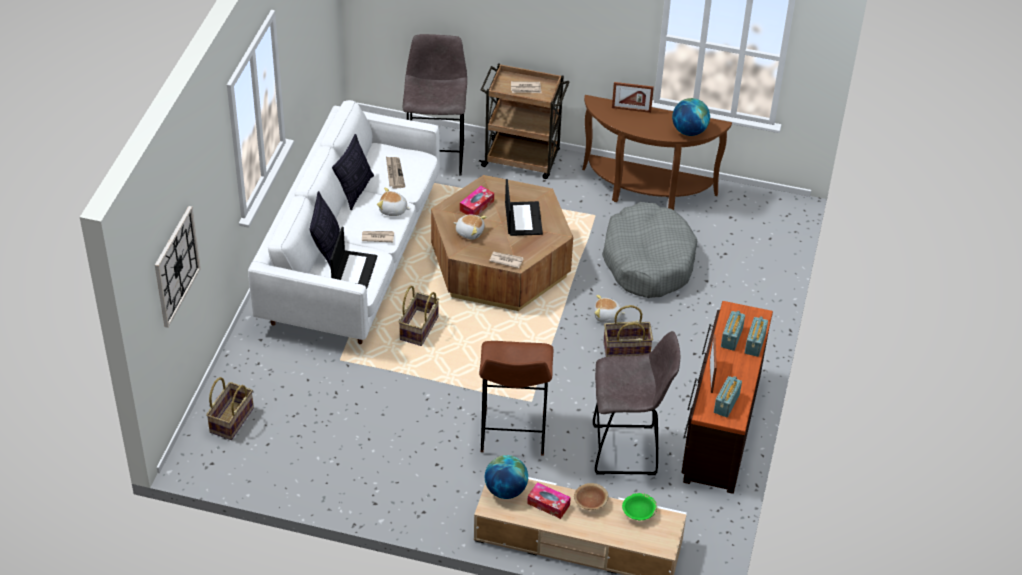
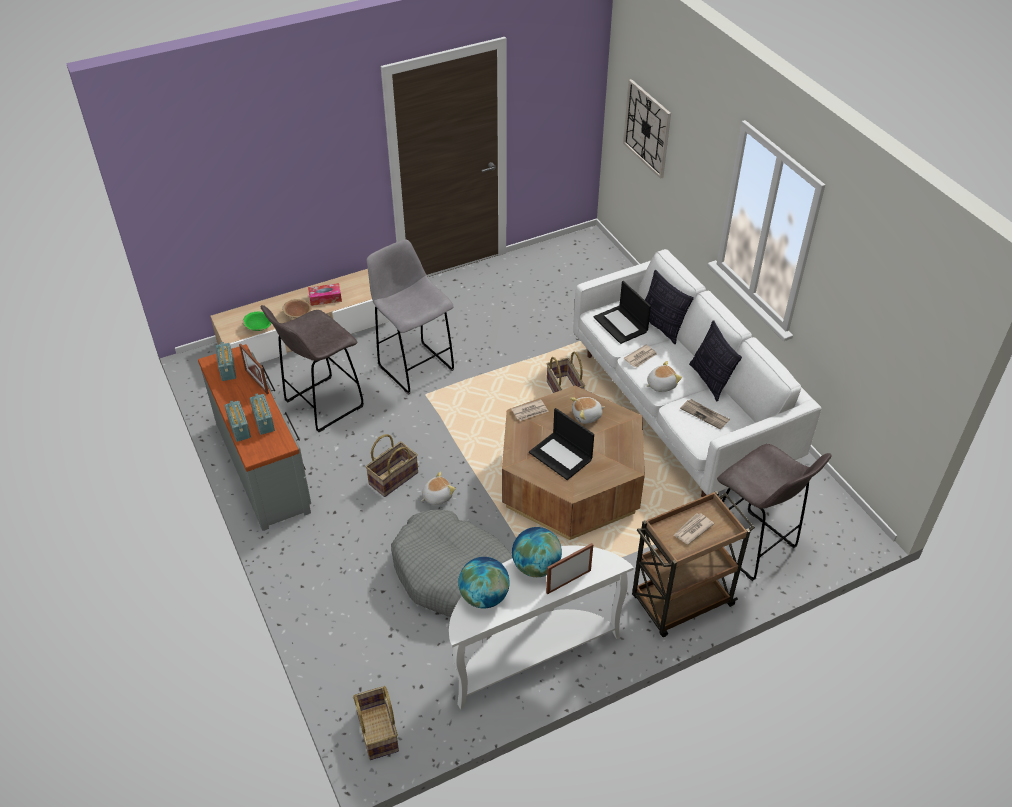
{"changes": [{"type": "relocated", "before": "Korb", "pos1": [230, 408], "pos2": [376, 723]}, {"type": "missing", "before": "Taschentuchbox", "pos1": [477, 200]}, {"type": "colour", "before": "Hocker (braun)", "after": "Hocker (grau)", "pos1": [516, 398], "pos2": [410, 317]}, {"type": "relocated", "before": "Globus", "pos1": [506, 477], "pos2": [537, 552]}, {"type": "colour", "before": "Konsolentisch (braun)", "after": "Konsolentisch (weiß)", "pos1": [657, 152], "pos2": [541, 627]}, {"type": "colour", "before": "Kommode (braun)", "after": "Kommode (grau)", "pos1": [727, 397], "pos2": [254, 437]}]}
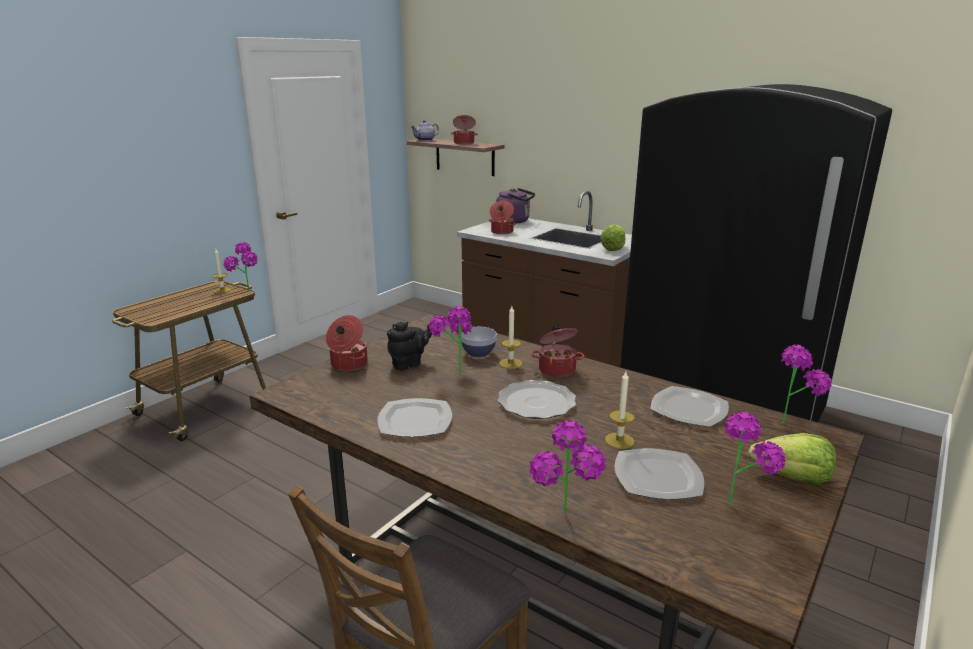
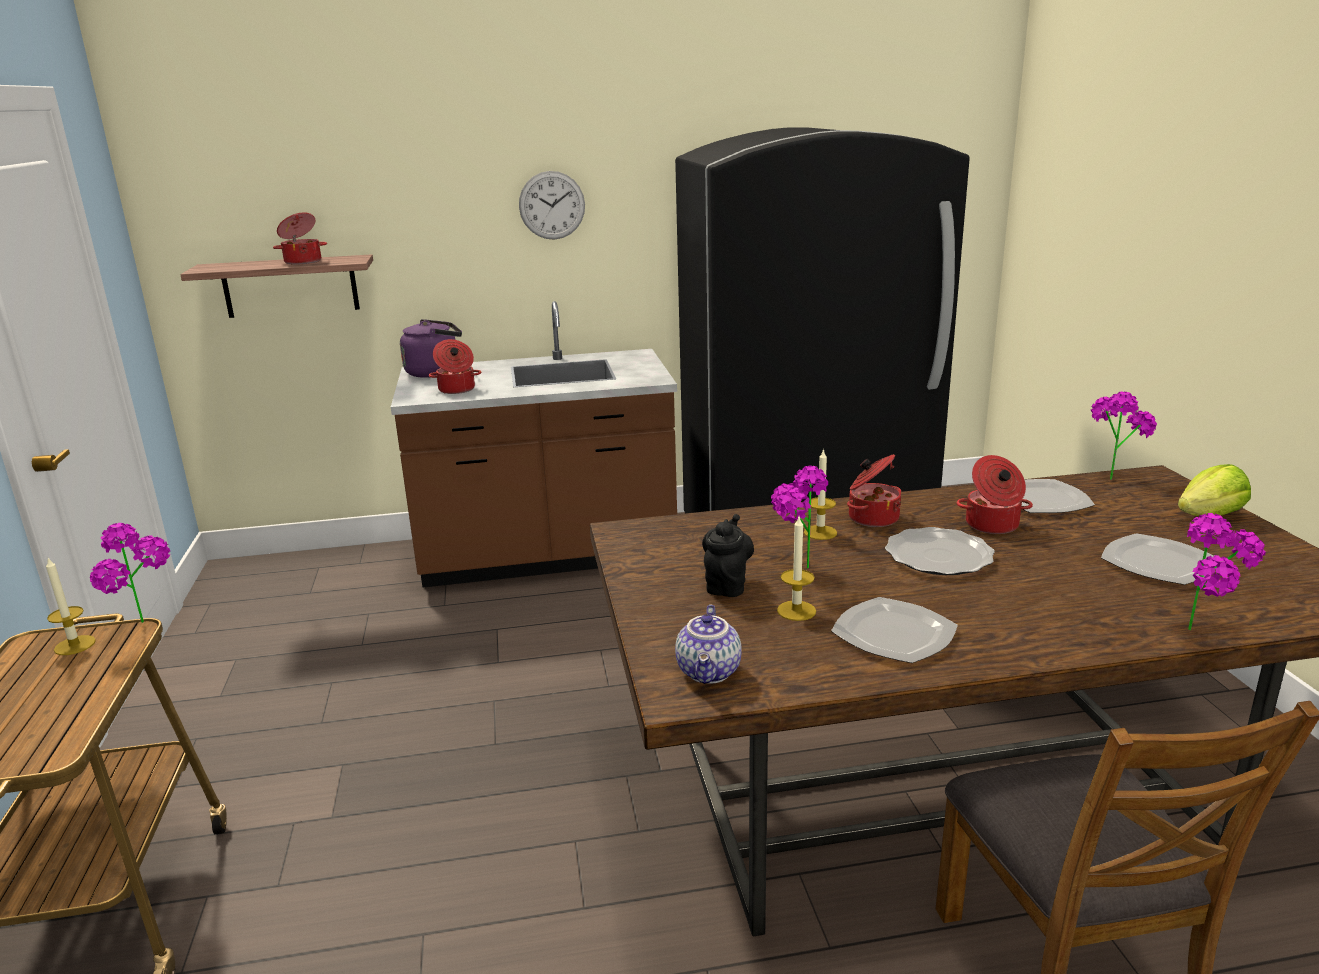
{"changes": [{"type": "relocated", "before": "Kochtopf", "pos1": [347, 343], "pos2": [994, 494]}, {"type": "relocated", "before": "Teekanne", "pos1": [424, 130], "pos2": [708, 644]}, {"type": "missing", "before": "Schüssel", "pos1": [479, 342]}, {"type": "missing", "before": "Salatkopf", "pos1": [613, 238]}, {"type": "relocated", "before": "Kerze", "pos1": [620, 410], "pos2": [796, 569]}, {"type": "missing", "before": "Topfpflanze", "pos1": [755, 458]}, {"type": "appeared", "after": "Wanduhr", "pos2": [552, 205]}]}
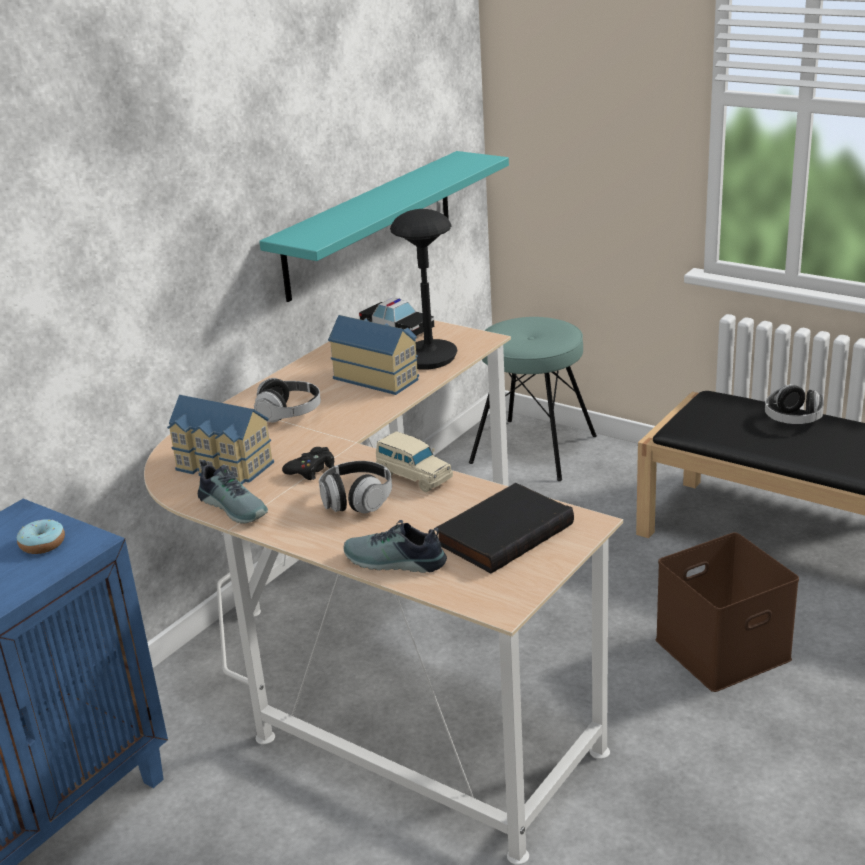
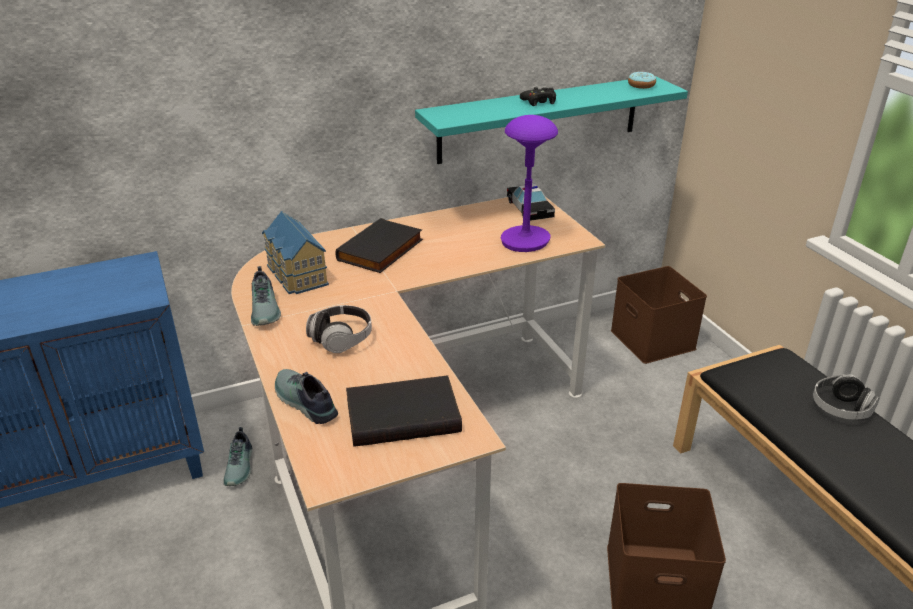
{"changes": [{"type": "relocated", "before": "Donut", "pos1": [41, 536], "pos2": [642, 80]}, {"type": "exchanged", "before": "Kopfhörer", "after": "Buch (schwarz)", "pos1": [287, 400], "pos2": [379, 245]}, {"type": "relocated", "before": "Gamepad (schwarz)", "pos1": [308, 463], "pos2": [538, 96]}, {"type": "missing", "before": "Spielzeughaus", "pos1": [373, 355]}, {"type": "missing", "before": "Spielzeugauto (beige)", "pos1": [414, 461]}, {"type": "colour", "before": "Tischlampe (schwarz)", "after": "Tischlampe (lila)", "pos1": [424, 289], "pos2": [529, 183]}, {"type": "exchanged", "before": "Hocker (türkis)", "after": "Aufbewahrungsbox (braun)", "pos1": [533, 399], "pos2": [659, 315]}, {"type": "appeared", "after": "Schuh", "pos2": [237, 456]}]}
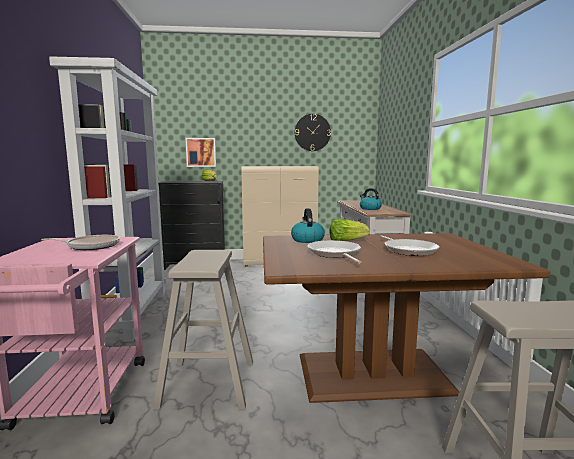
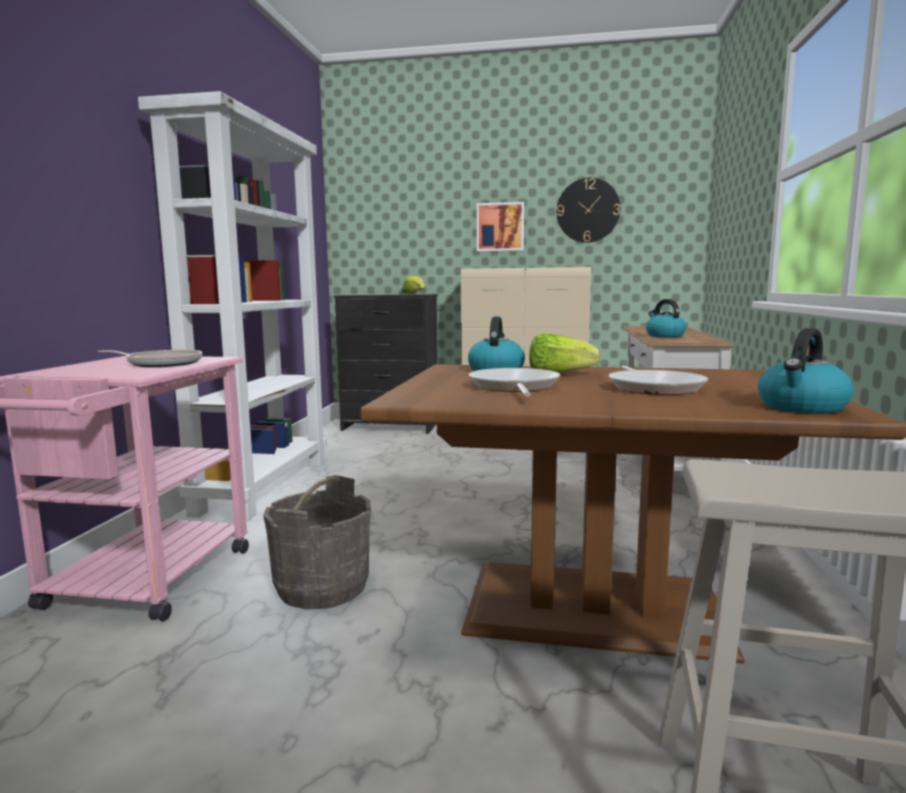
{"changes": [{"type": "exchanged", "before": "Hocker (beige)", "after": "Eimer (grau)", "pos1": [203, 330], "pos2": [317, 542]}, {"type": "relocated", "before": "Bild", "pos1": [201, 152], "pos2": [500, 226]}, {"type": "appeared", "after": "Wasserkessel", "pos2": [806, 371]}]}
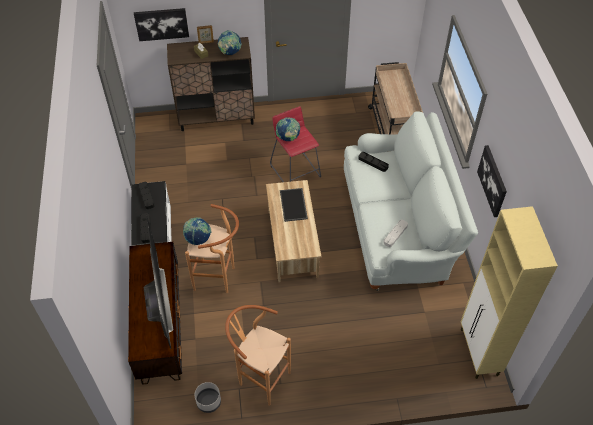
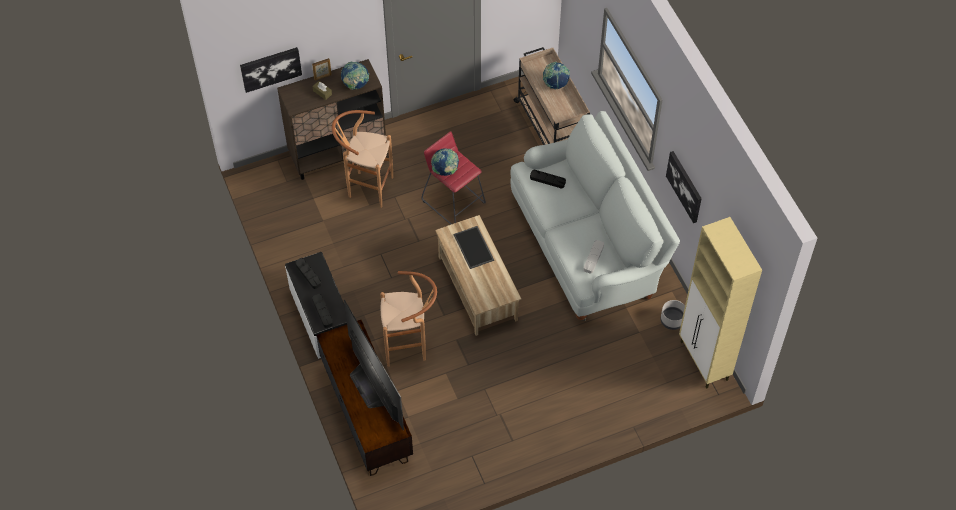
{"changes": [{"type": "relocated", "before": "Globus", "pos1": [197, 231], "pos2": [556, 76]}, {"type": "relocated", "before": "Pflanzkübel (grau)", "pos1": [207, 397], "pos2": [673, 315]}, {"type": "relocated", "before": "Hocker (braun)", "pos1": [258, 355], "pos2": [362, 159]}]}
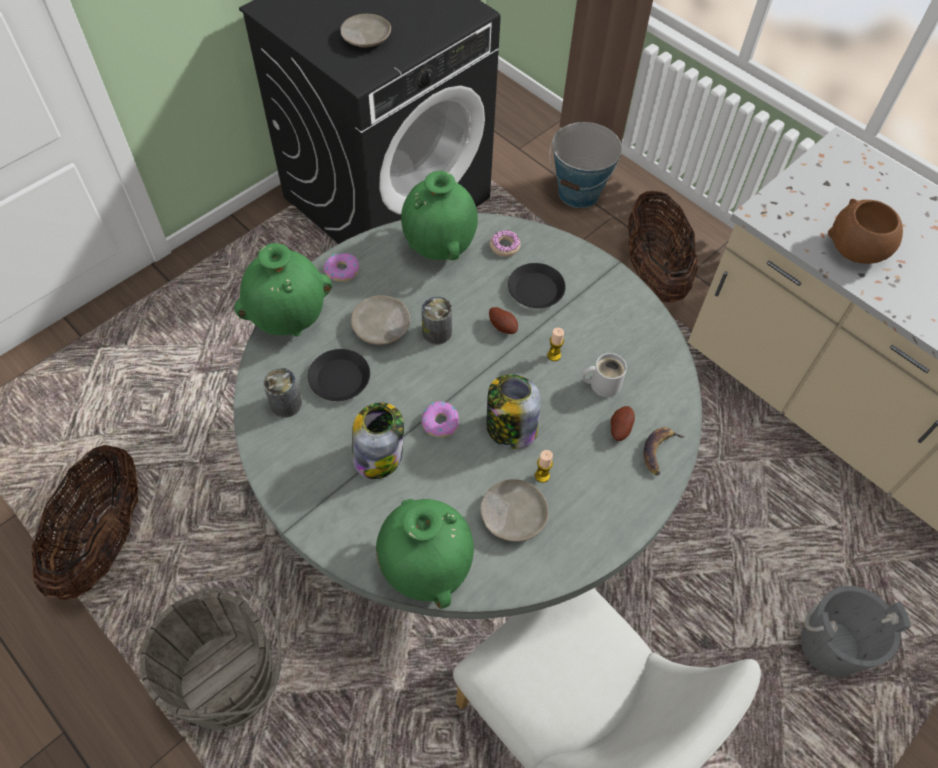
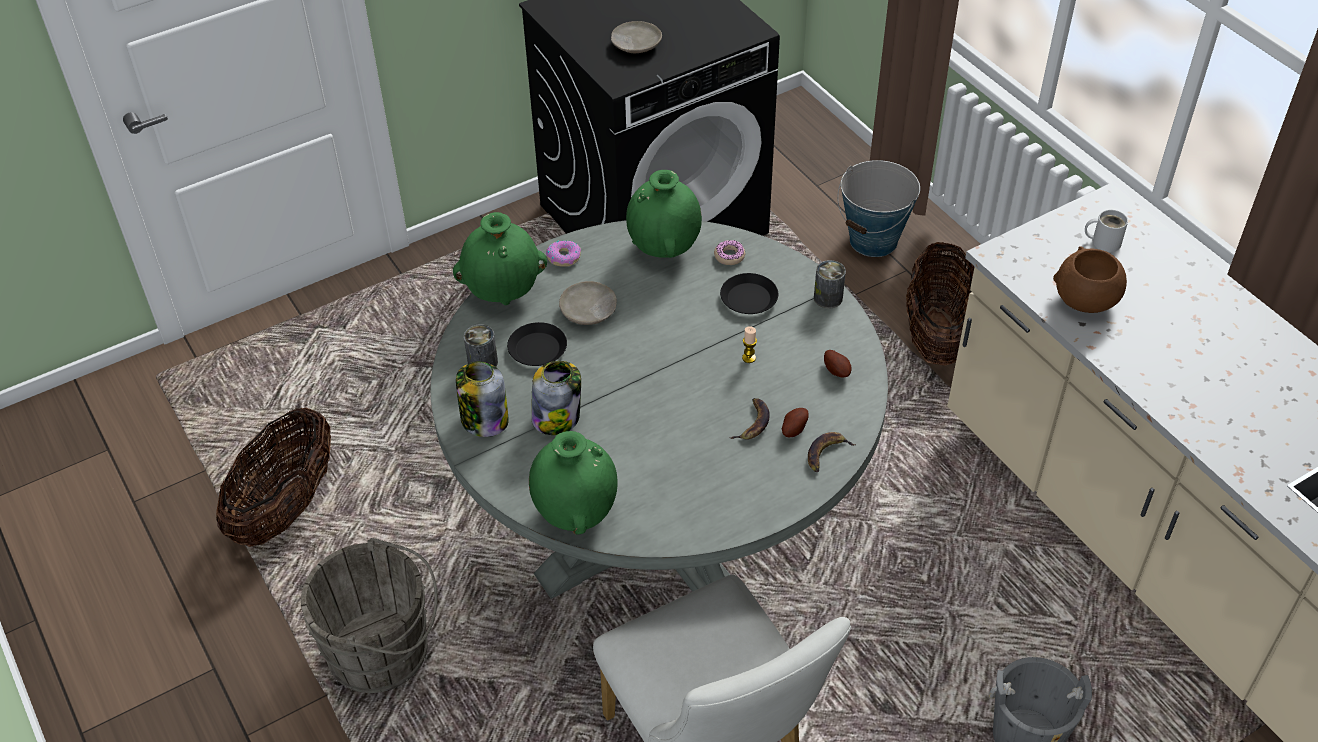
{"changes": [{"type": "relocated", "before": "Dose", "pos1": [436, 320], "pos2": [830, 284]}, {"type": "missing", "before": "Donut", "pos1": [440, 419]}, {"type": "missing", "before": "Teller (beige)", "pos1": [514, 510]}, {"type": "relocated", "before": "Vorratsglas", "pos1": [514, 412], "pos2": [482, 399]}, {"type": "relocated", "before": "Kartoffel", "pos1": [503, 320], "pos2": [838, 364]}, {"type": "missing", "before": "Kerze", "pos1": [544, 466]}, {"type": "relocated", "before": "Henkelbecher (weiß)", "pos1": [604, 375], "pos2": [1106, 231]}, {"type": "appeared", "after": "Banane", "pos2": [750, 419]}]}
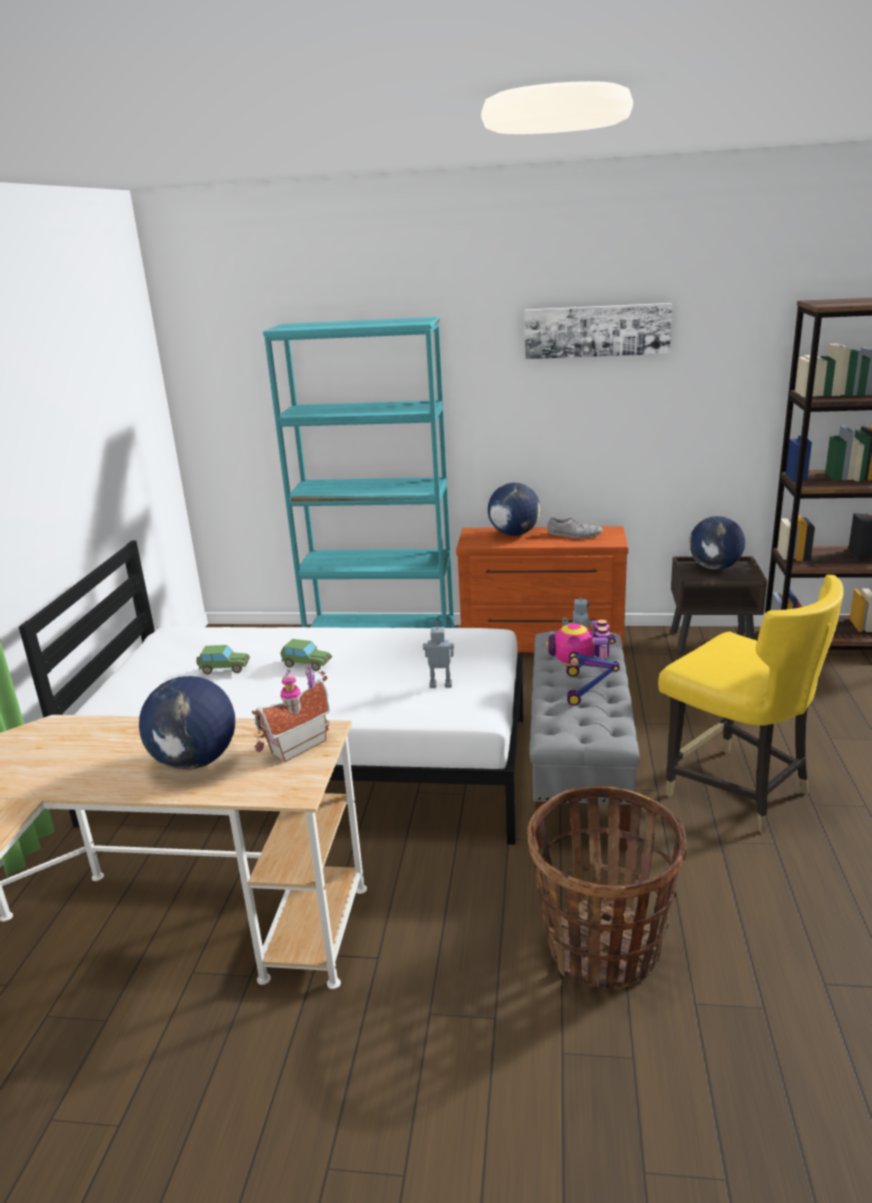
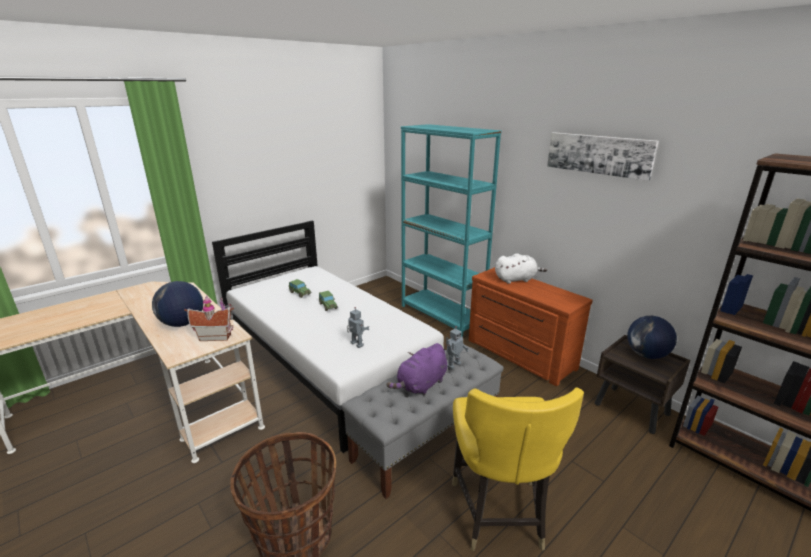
{"changes": [{"type": "exchanged", "before": "Globus", "after": "Plüschtier (weiß)", "pos1": [514, 509], "pos2": [521, 268]}, {"type": "exchanged", "before": "Spielzeugroboter", "after": "Plüschtier (lila)", "pos1": [583, 662], "pos2": [416, 369]}, {"type": "missing", "before": "Schuh (grau)", "pos1": [575, 528]}]}
